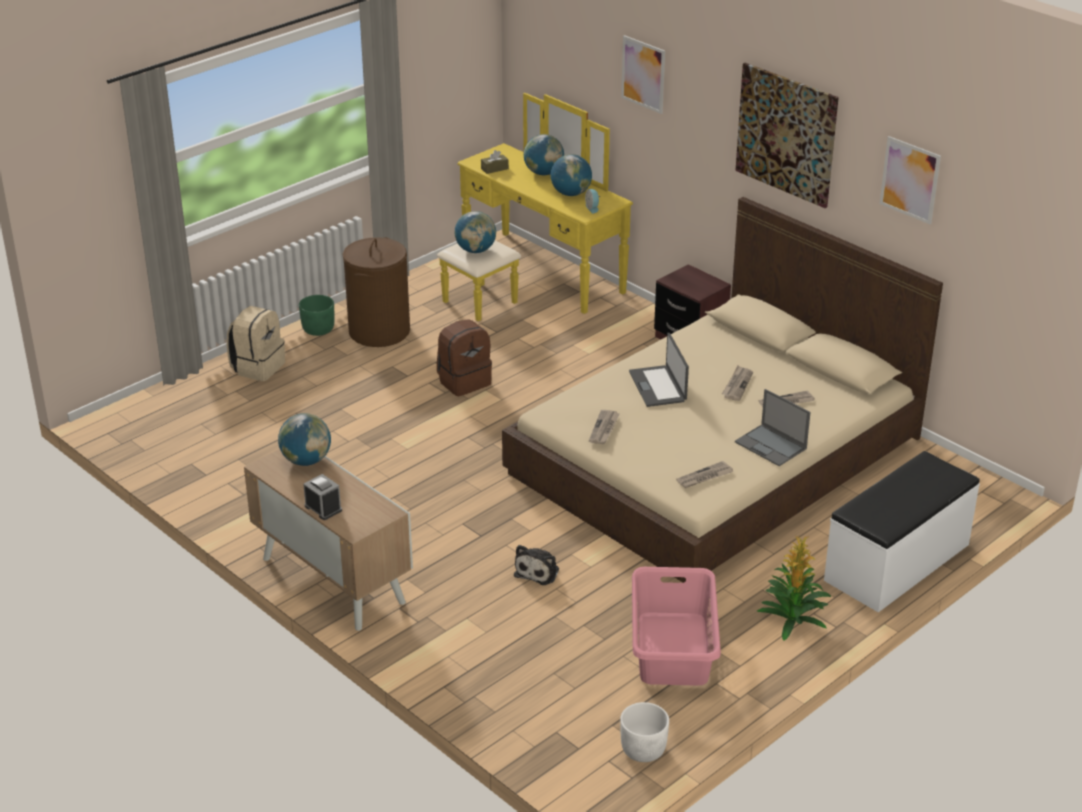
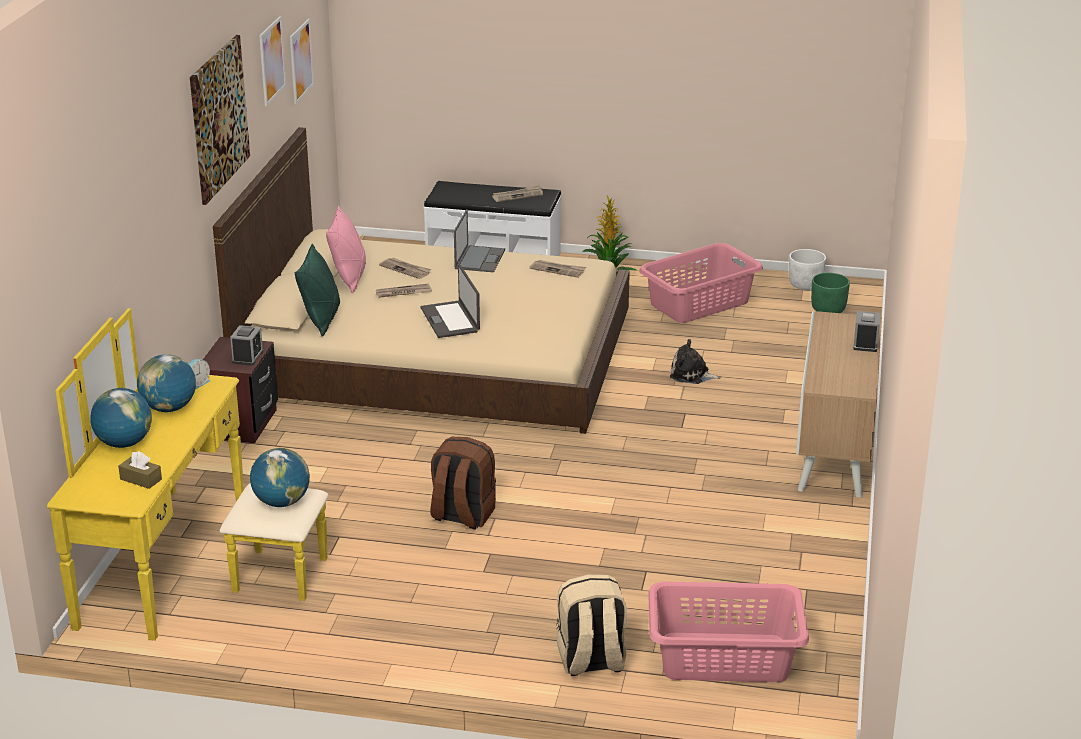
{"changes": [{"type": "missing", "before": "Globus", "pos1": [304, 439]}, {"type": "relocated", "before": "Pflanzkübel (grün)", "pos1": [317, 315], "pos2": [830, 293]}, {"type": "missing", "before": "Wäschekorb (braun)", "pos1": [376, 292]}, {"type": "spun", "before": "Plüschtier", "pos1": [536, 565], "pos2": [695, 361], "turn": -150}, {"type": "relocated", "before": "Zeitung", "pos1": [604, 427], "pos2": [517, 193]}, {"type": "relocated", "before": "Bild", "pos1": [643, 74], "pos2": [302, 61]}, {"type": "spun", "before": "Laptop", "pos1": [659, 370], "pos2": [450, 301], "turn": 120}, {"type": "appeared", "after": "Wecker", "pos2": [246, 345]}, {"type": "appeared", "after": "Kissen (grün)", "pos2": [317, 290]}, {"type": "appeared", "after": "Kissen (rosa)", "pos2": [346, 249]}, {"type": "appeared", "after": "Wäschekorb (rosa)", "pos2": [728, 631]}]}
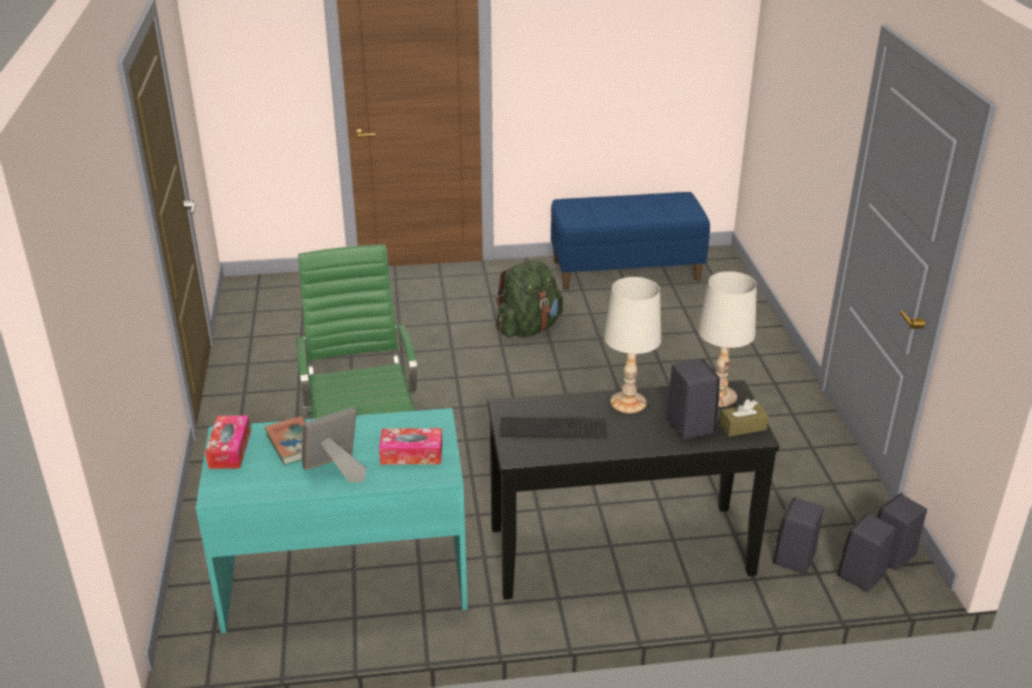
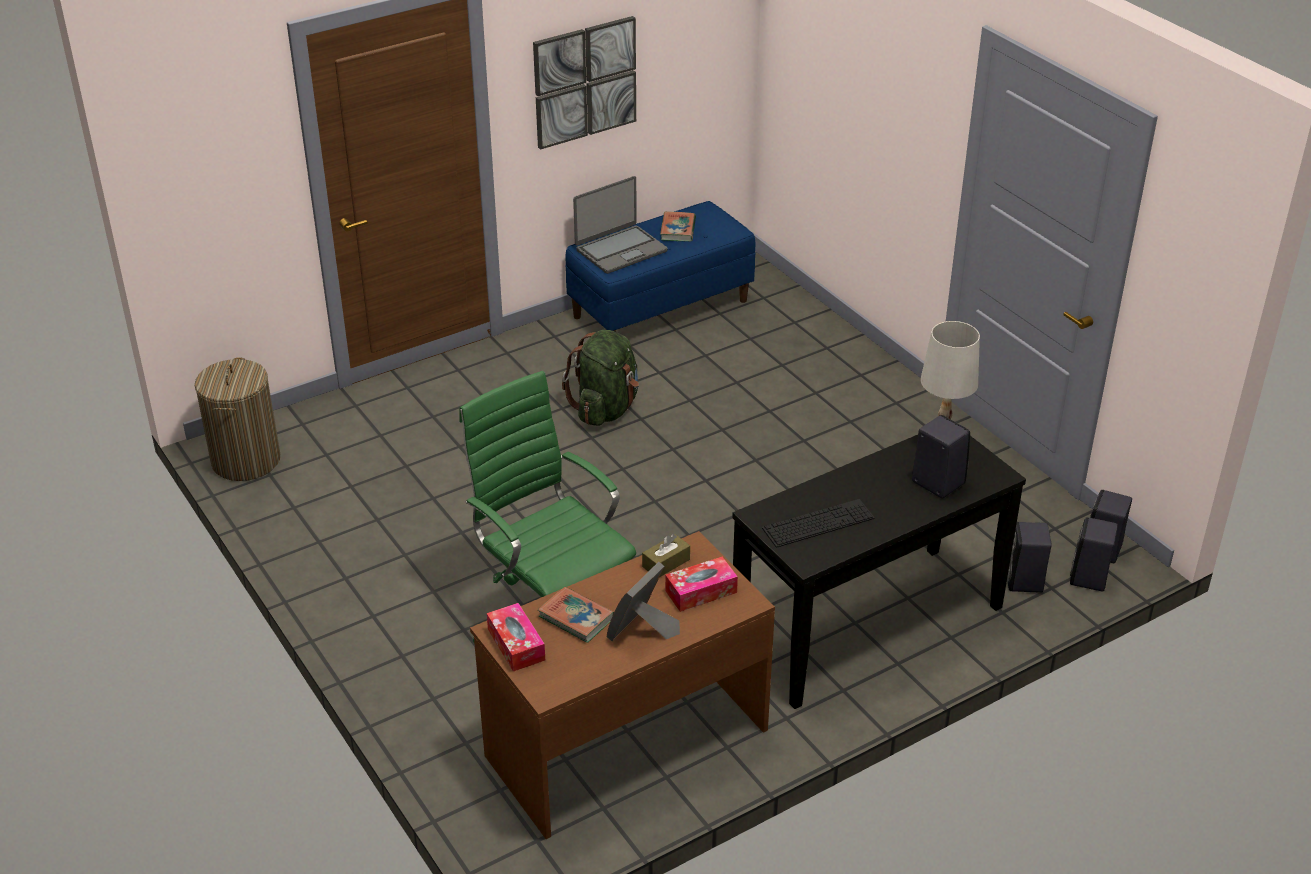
{"changes": [{"type": "colour", "before": "Schreibtisch (türkis)", "after": "Schreibtisch (braun)", "pos1": [332, 520], "pos2": [622, 685]}, {"type": "missing", "before": "Tischlampe (weiß)", "pos1": [632, 345]}, {"type": "relocated", "before": "Taschentuchbox (braun)", "pos1": [744, 418], "pos2": [666, 555]}, {"type": "appeared", "after": "Wäschekorb", "pos2": [237, 419]}, {"type": "appeared", "after": "Bild", "pos2": [584, 83]}, {"type": "appeared", "after": "Laptop", "pos2": [620, 225]}, {"type": "appeared", "after": "Buch", "pos2": [678, 226]}]}
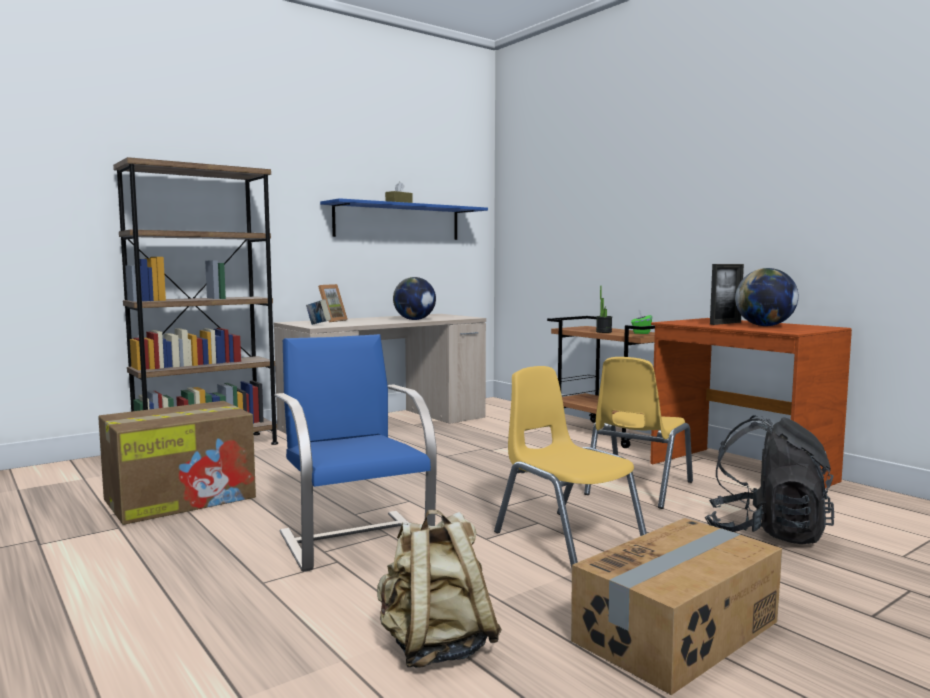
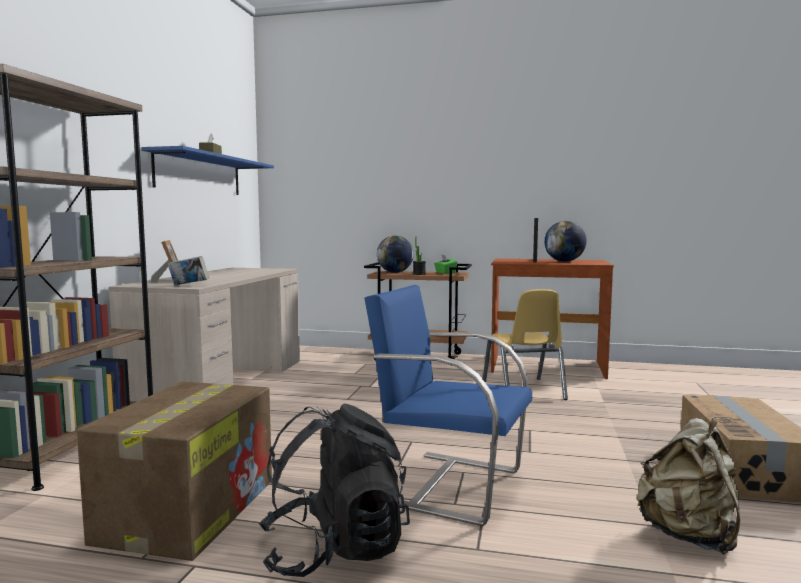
{"changes": [{"type": "relocated", "before": "Globus", "pos1": [414, 298], "pos2": [395, 254]}, {"type": "missing", "before": "Stuhl (gelb)", "pos1": [570, 467]}, {"type": "relocated", "before": "Rucksack (schwarz)", "pos1": [769, 479], "pos2": [334, 490]}]}
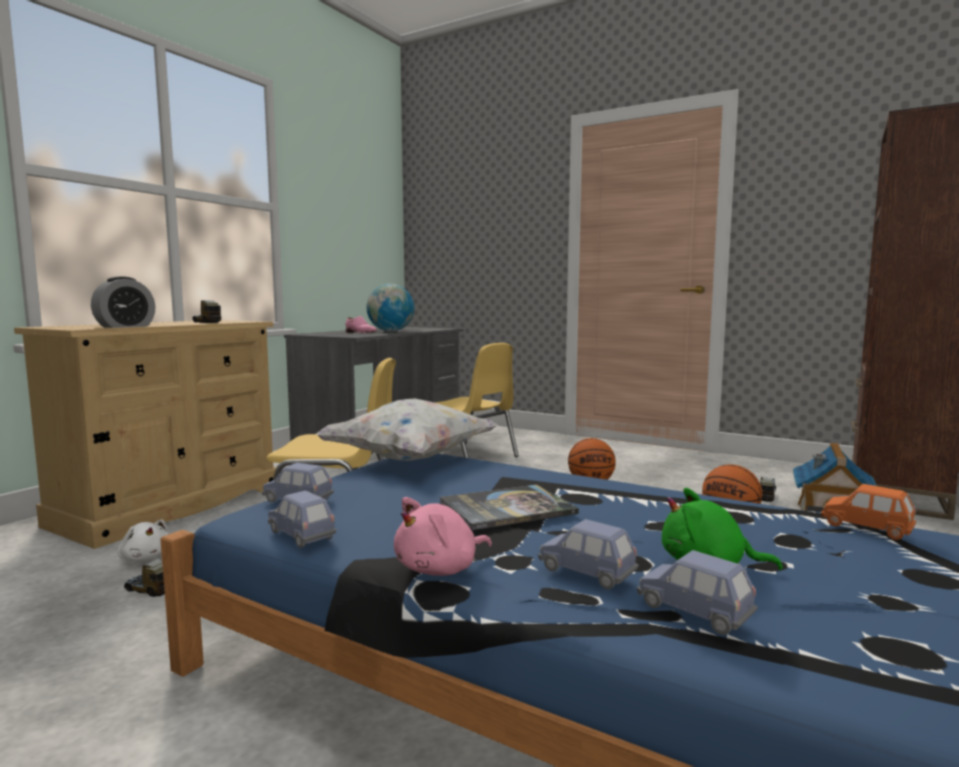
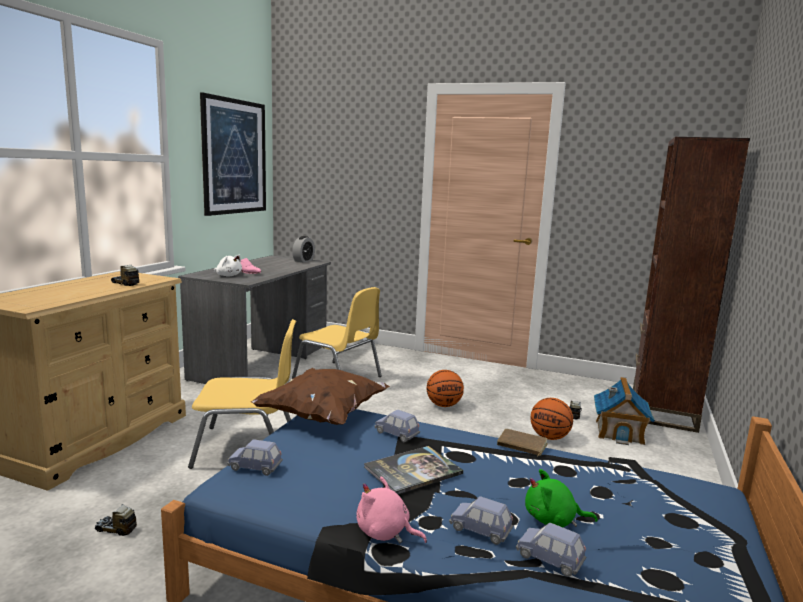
{"changes": [{"type": "relocated", "before": "Wecker", "pos1": [123, 302], "pos2": [303, 249]}, {"type": "relocated", "before": "Plüschtier (weiß)", "pos1": [143, 540], "pos2": [228, 266]}, {"type": "relocated", "before": "Spielzeugauto (blau)", "pos1": [302, 519], "pos2": [397, 425]}, {"type": "colour", "before": "Kissen (weiß)", "after": "Kissen (braun)", "pos1": [407, 429], "pos2": [320, 396]}, {"type": "missing", "before": "Globus", "pos1": [390, 308]}, {"type": "spun", "before": "Plüschtier (rosa)", "pos1": [443, 536], "pos2": [391, 509], "turn": 75}, {"type": "missing", "before": "Spielzeugauto (orange)", "pos1": [869, 512]}, {"type": "appeared", "after": "Bild", "pos2": [233, 154]}, {"type": "appeared", "after": "Buch (braun)", "pos2": [522, 443]}]}
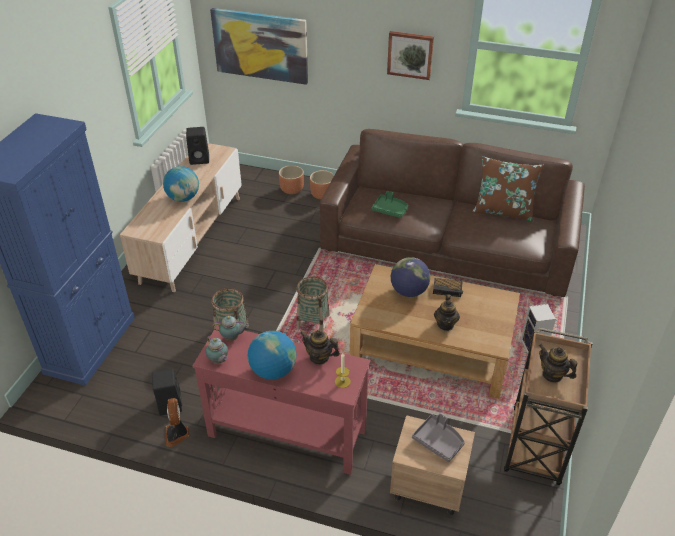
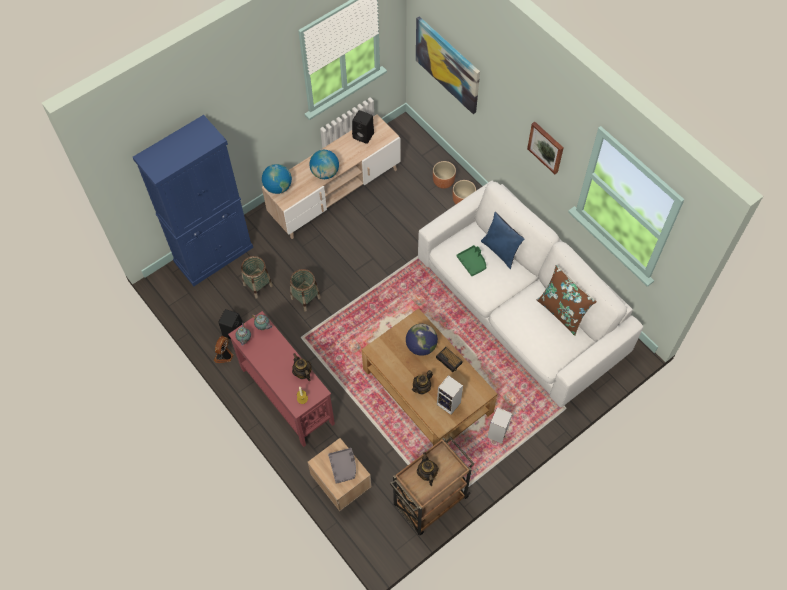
{"changes": [{"type": "relocated", "before": "Globus", "pos1": [272, 355], "pos2": [277, 179]}, {"type": "relocated", "before": "Korb", "pos1": [313, 303], "pos2": [257, 277]}, {"type": "colour", "before": "Sofa (braun)", "after": "Sofa (weiß)", "pos1": [452, 213], "pos2": [530, 294]}, {"type": "appeared", "after": "Lautsprecher", "pos2": [450, 395]}, {"type": "appeared", "after": "Kissen (blau)", "pos2": [503, 240]}]}
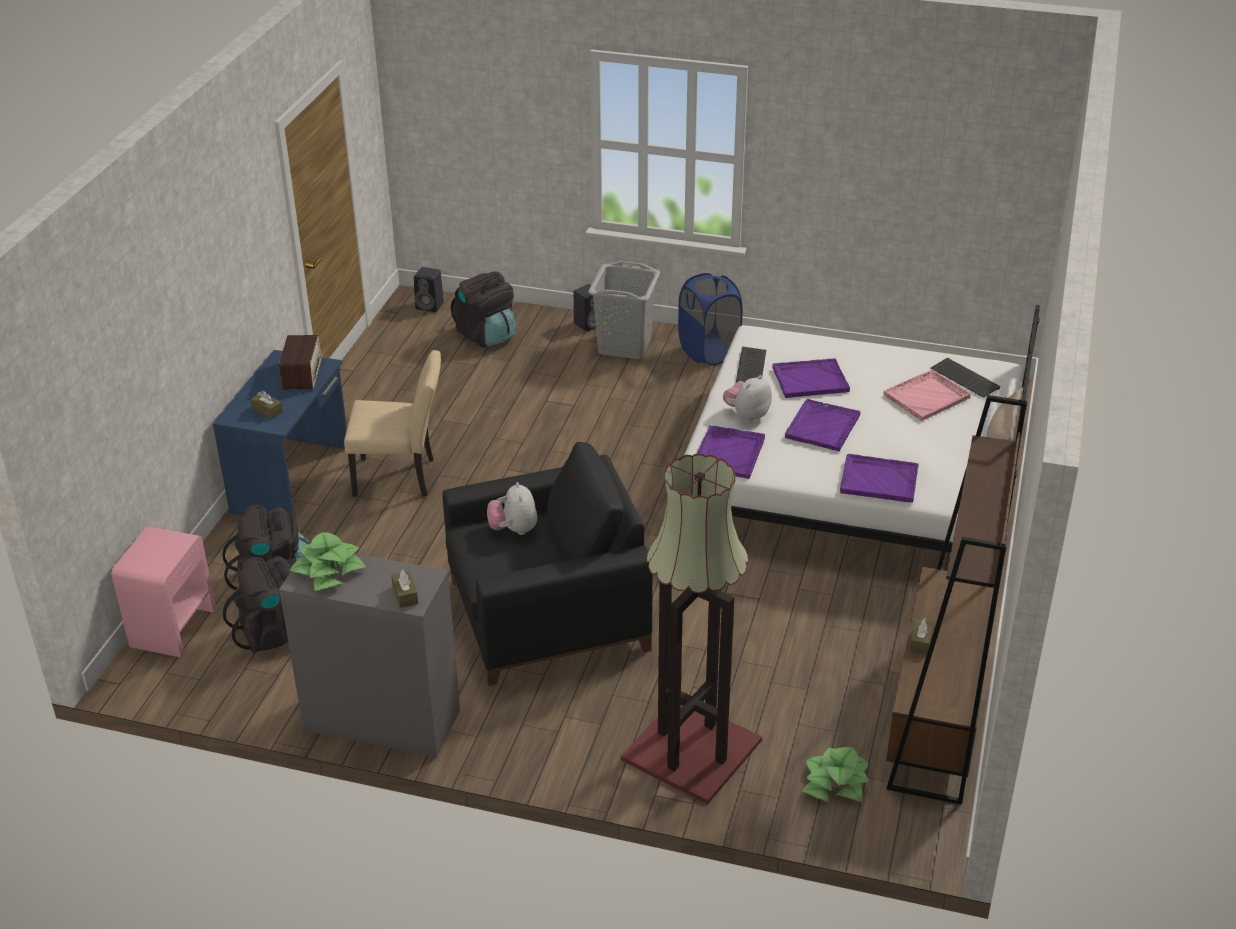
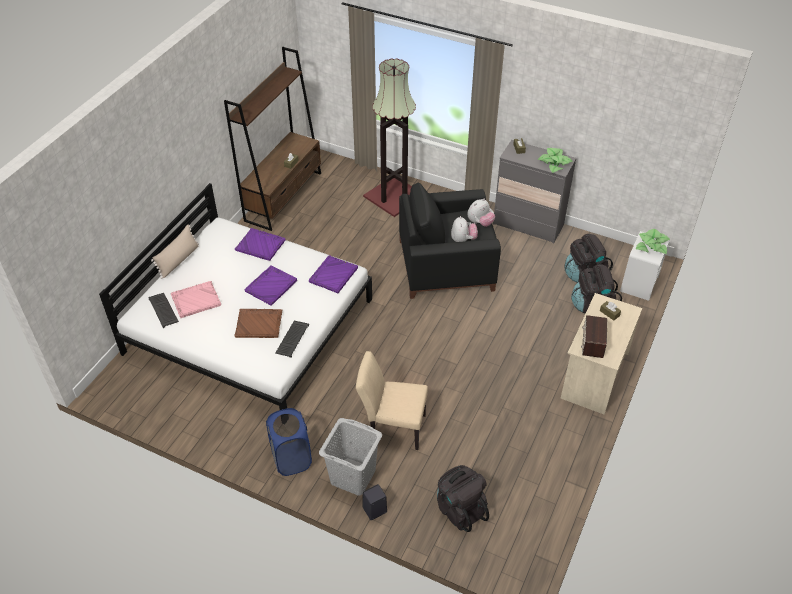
{"changes": [{"type": "colour", "before": "Nachttisch (rosa)", "after": "Nachttisch (weiß)", "pos1": [163, 591], "pos2": [645, 266]}, {"type": "colour", "before": "Schreibtisch (blau)", "after": "Schreibtisch (beige)", "pos1": [279, 433], "pos2": [601, 354]}, {"type": "relocated", "before": "Stuhl (beige)", "pos1": [392, 423], "pos2": [392, 400]}, {"type": "missing", "before": "Lautsprecher (schwarz)", "pos1": [429, 289]}, {"type": "relocated", "before": "Plüschtier", "pos1": [747, 398], "pos2": [481, 213]}, {"type": "colour", "before": "Tablett (lila)", "after": "Tablett (braun)", "pos1": [811, 378], "pos2": [258, 323]}, {"type": "relocated", "before": "Topfpflanze", "pos1": [835, 774], "pos2": [653, 241]}]}
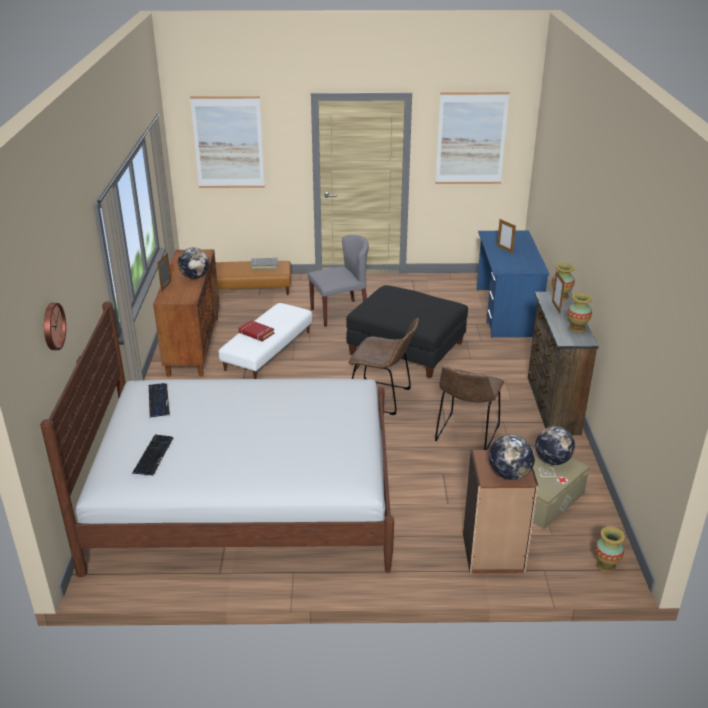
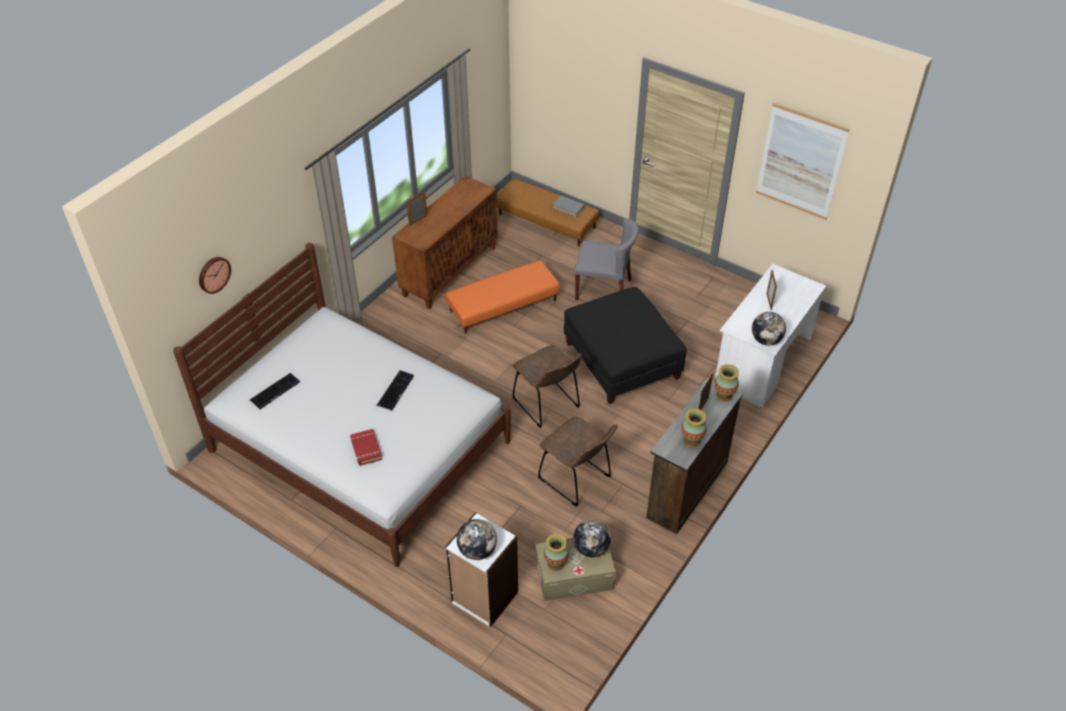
{"changes": [{"type": "relocated", "before": "Tastatur", "pos1": [159, 400], "pos2": [395, 390]}, {"type": "relocated", "before": "Globus", "pos1": [193, 263], "pos2": [769, 328]}, {"type": "missing", "before": "Bild", "pos1": [227, 142]}, {"type": "colour", "before": "Polsterhocker (weiß)", "after": "Polsterhocker (orange)", "pos1": [265, 341], "pos2": [503, 296]}, {"type": "relocated", "before": "Buch (rot)", "pos1": [256, 330], "pos2": [366, 447]}, {"type": "spun", "before": "Stuhl (braun)", "pos1": [469, 408], "pos2": [577, 462], "turn": -105}, {"type": "colour", "before": "Bücherregal (braun)", "after": "Bücherregal (weiß)", "pos1": [500, 511], "pos2": [481, 569]}, {"type": "colour", "before": "Schreibtisch (blau)", "after": "Schreibtisch (weiß)", "pos1": [513, 284], "pos2": [770, 336]}, {"type": "relocated", "before": "Vase", "pos1": [610, 550], "pos2": [556, 552]}]}
